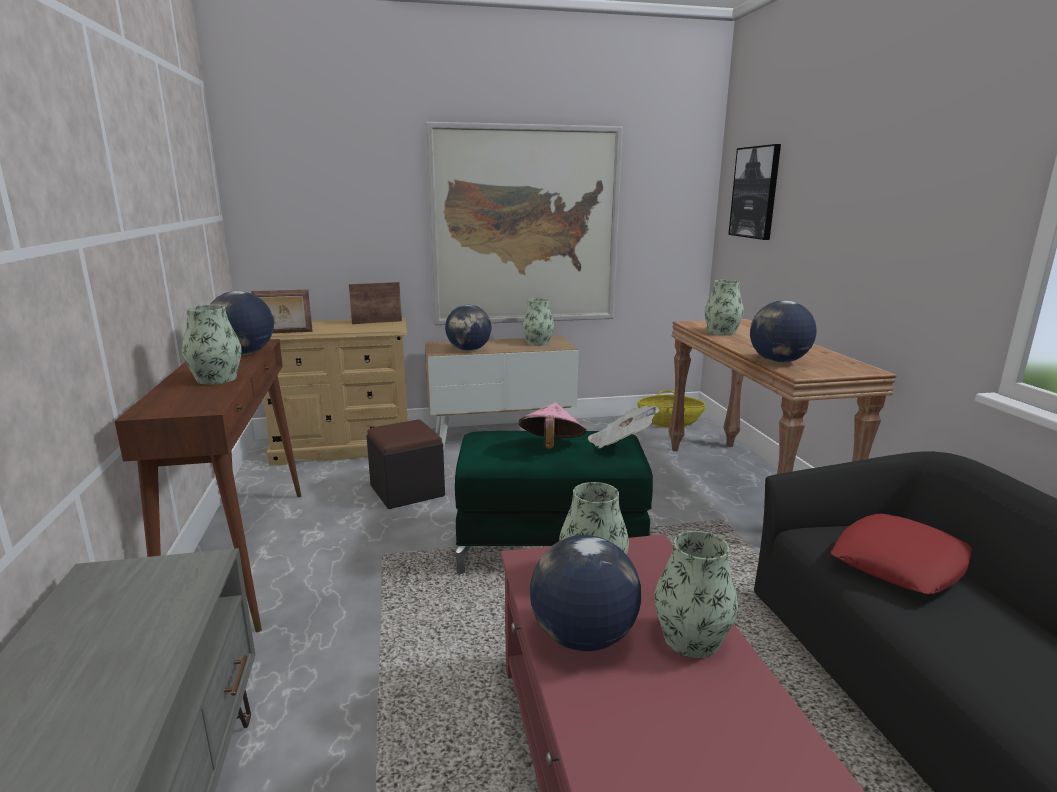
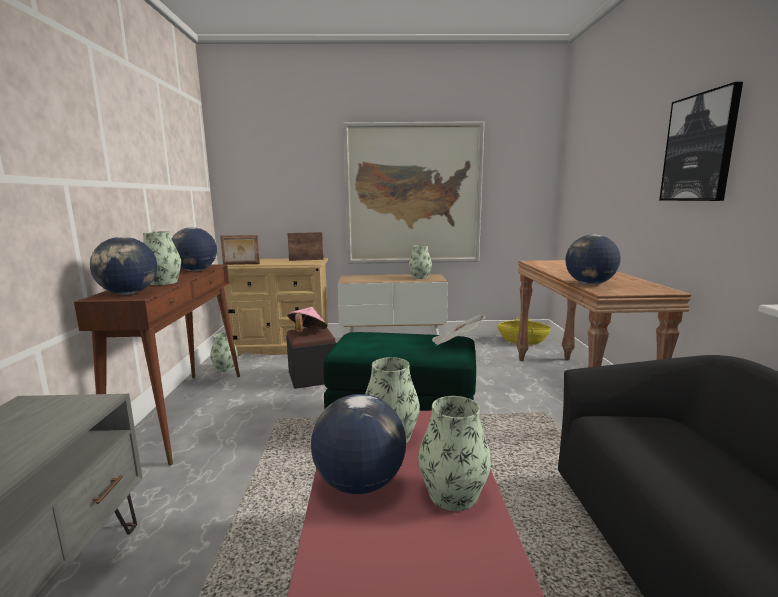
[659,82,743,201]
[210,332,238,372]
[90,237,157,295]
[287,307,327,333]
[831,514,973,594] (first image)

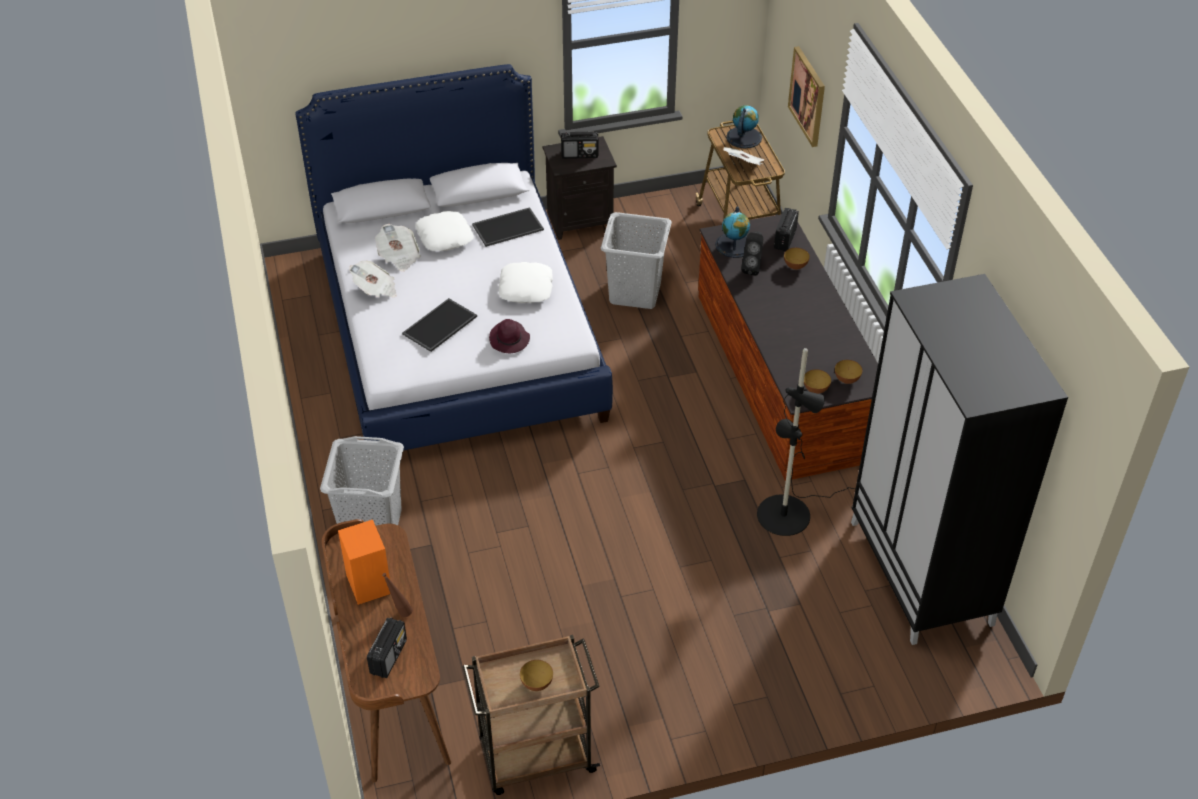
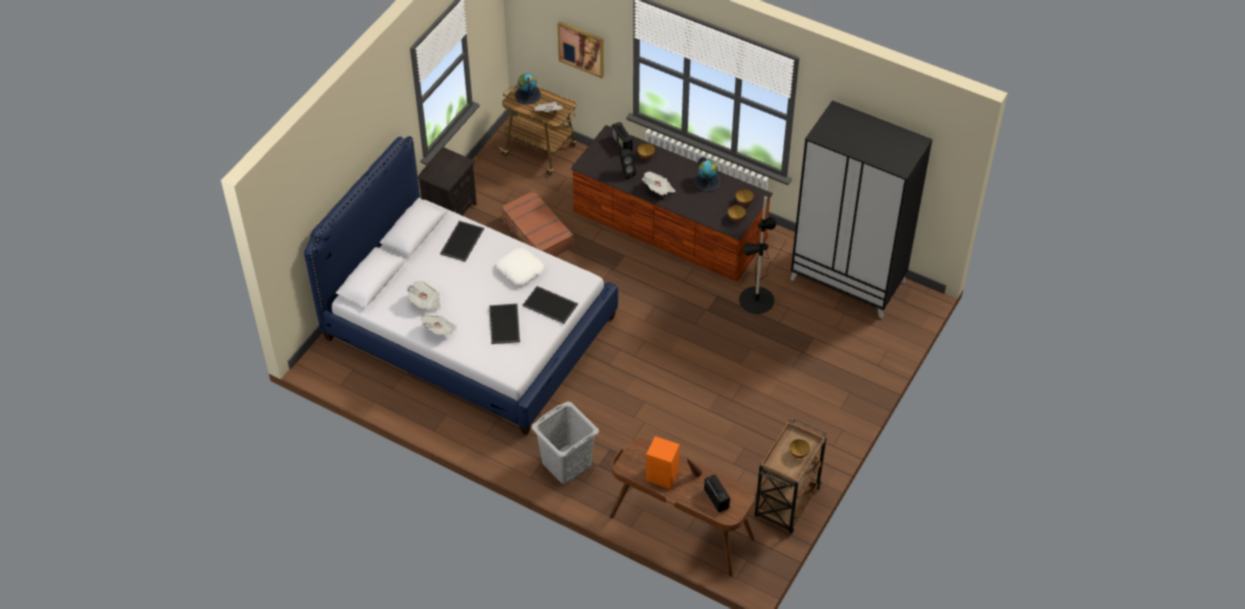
[561,131,599,159] (first image)
[694,157,721,192]
[415,211,474,251] (first image)
[501,190,574,256]
[523,286,578,324]
[642,172,675,195]

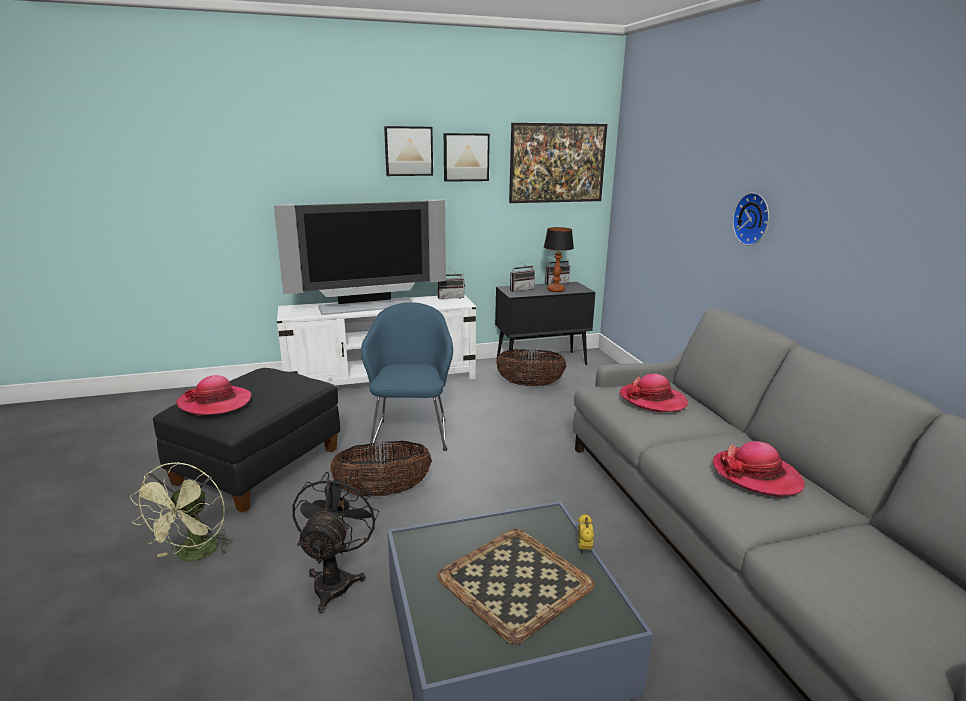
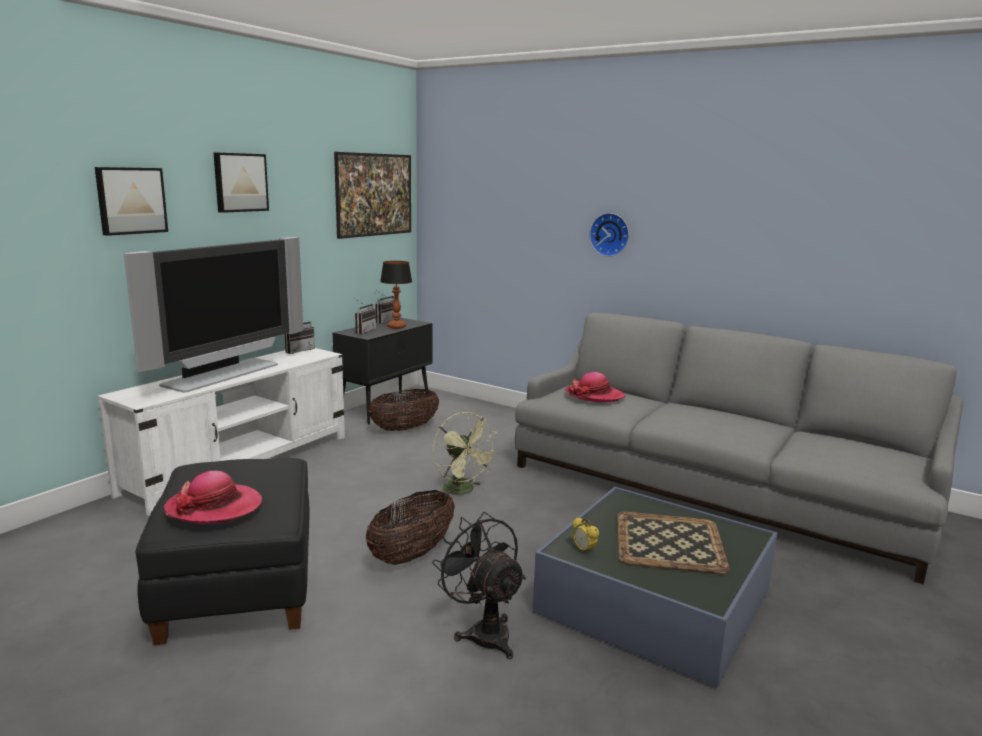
[95,167,168,236]
[361,302,453,451] (first image)
[713,441,805,497] (first image)
[433,412,499,495]
[572,517,599,554]

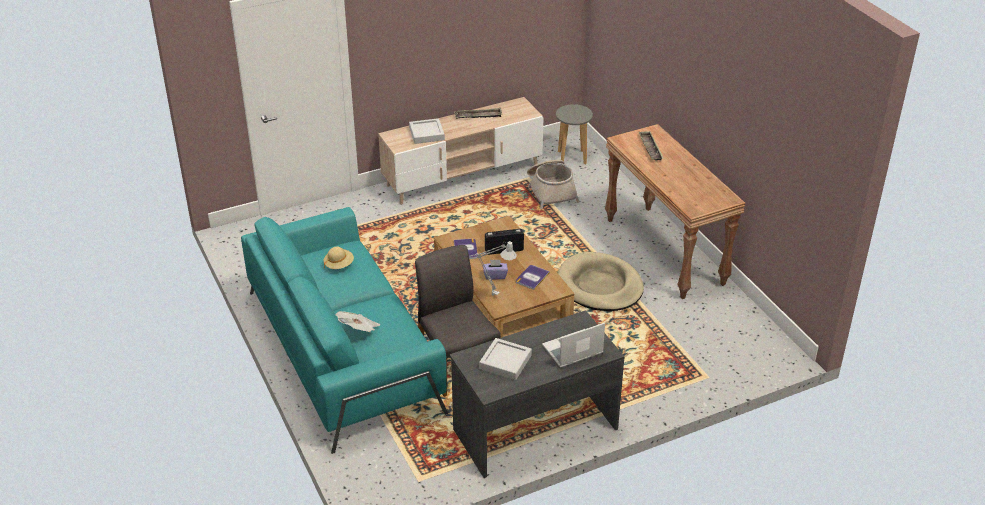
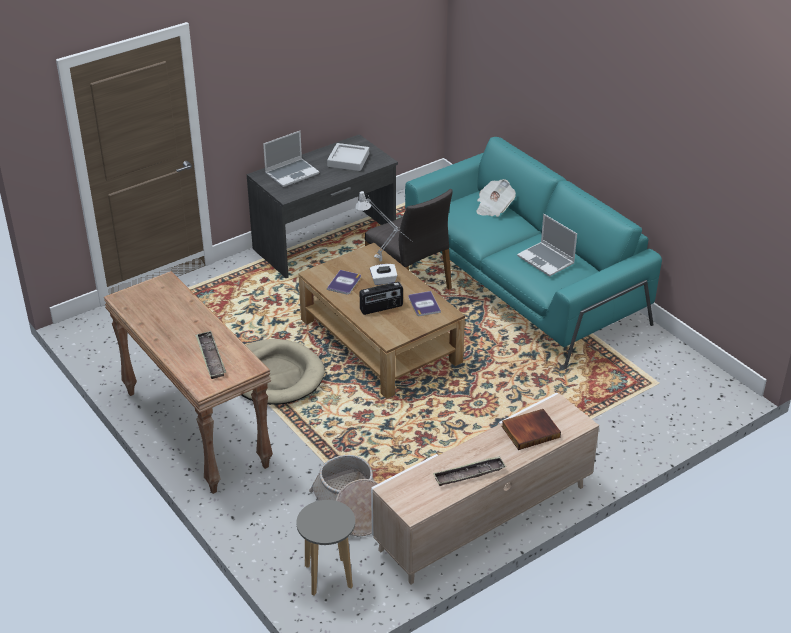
[501,409,561,450]
[517,214,577,276]
[370,264,398,285]

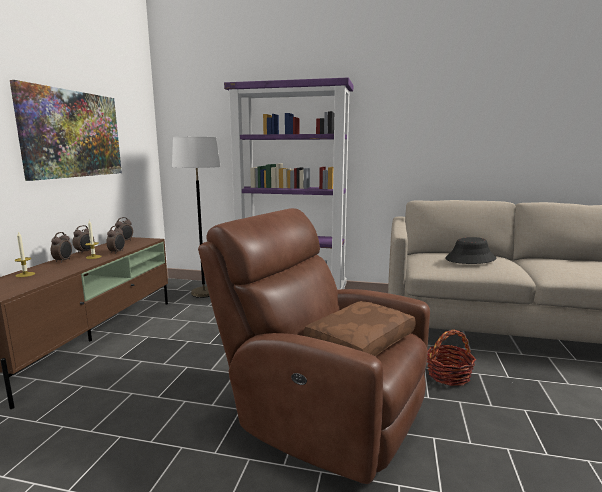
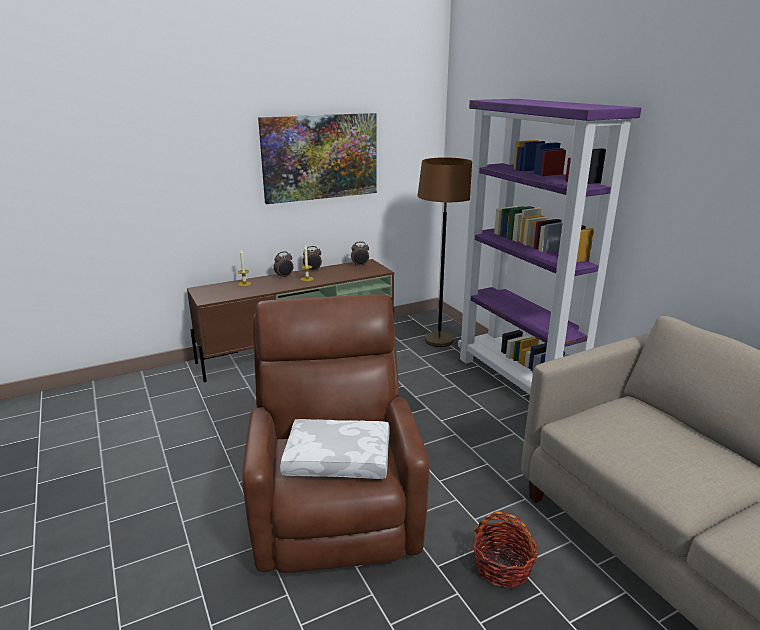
[417,157,472,347]
[106,226,125,254] (first image)
[445,237,496,264] (first image)
[280,419,389,479]

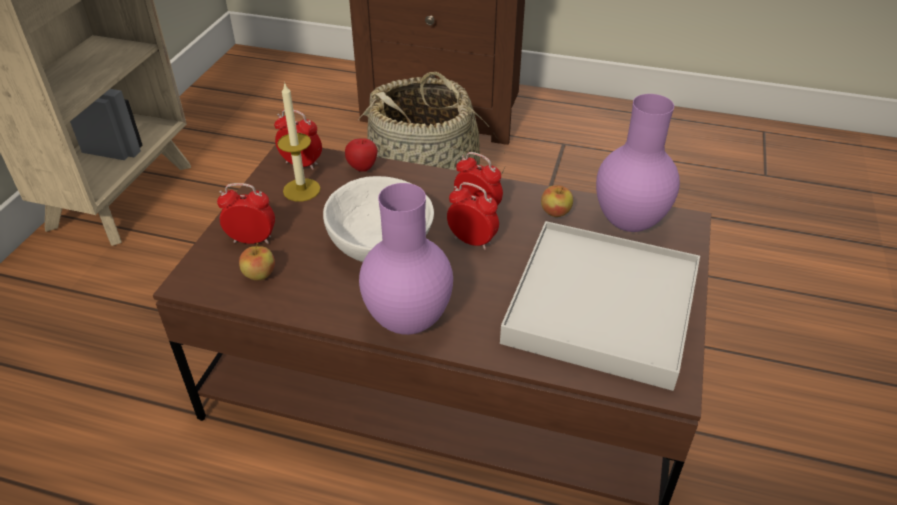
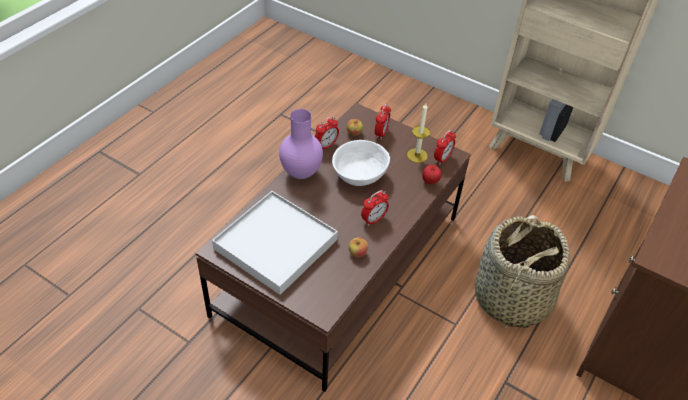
[596,94,680,232] (first image)
[315,117,339,149]

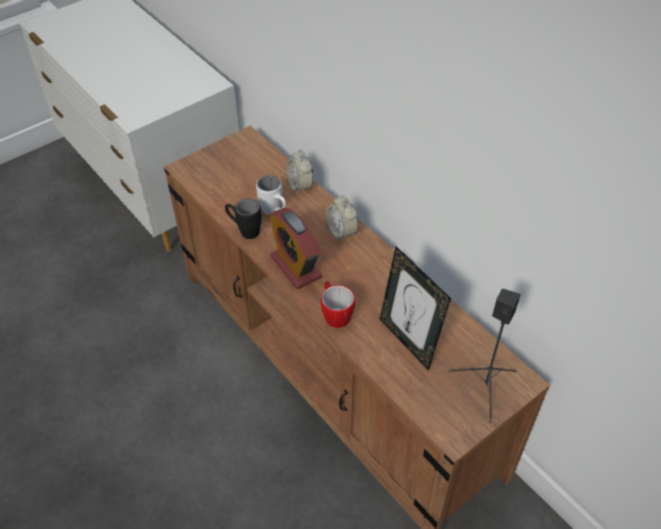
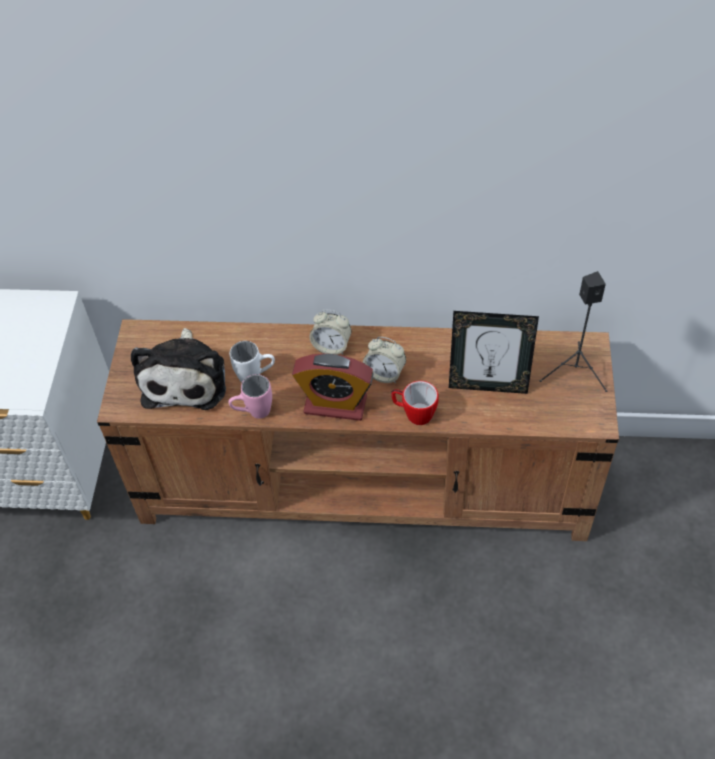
[363,337,406,383]
[228,374,272,419]
[131,328,226,410]

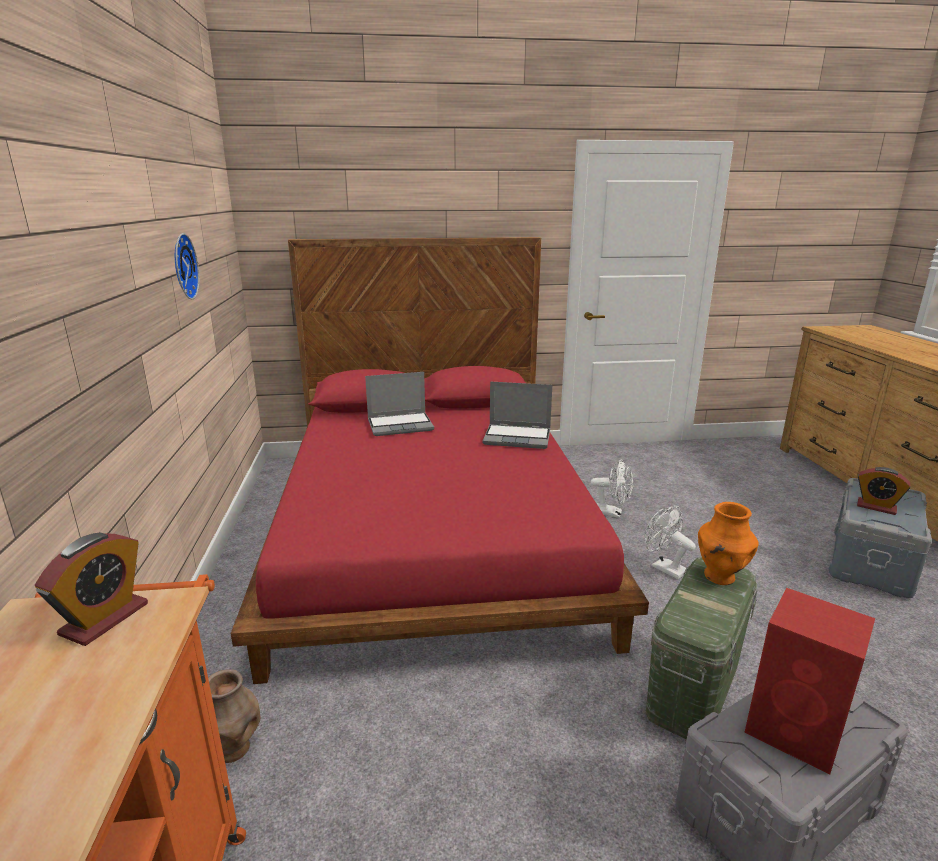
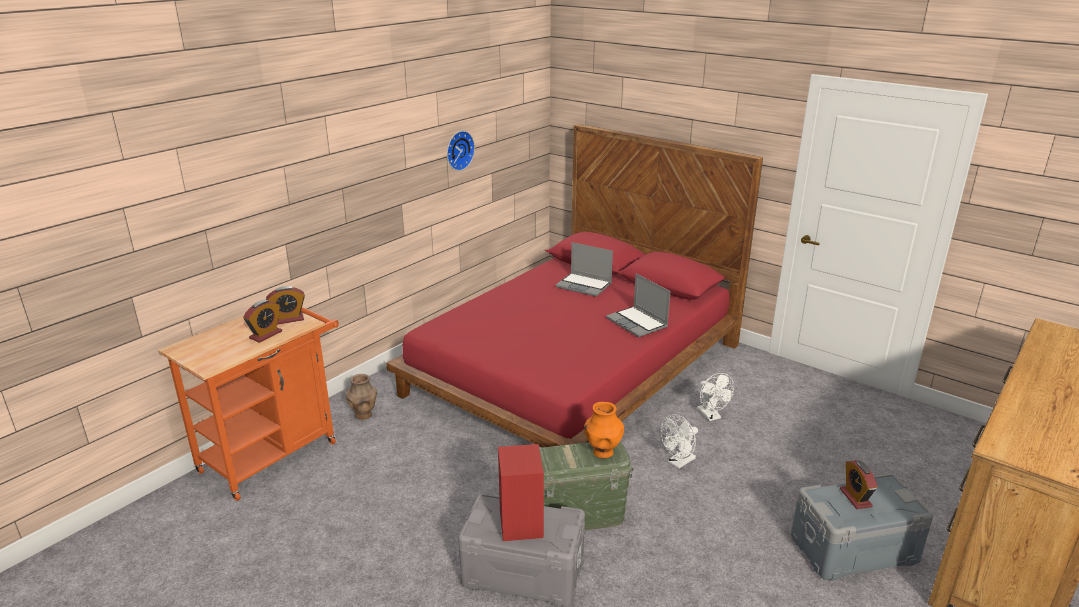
[660,414,698,468]
[243,300,282,343]

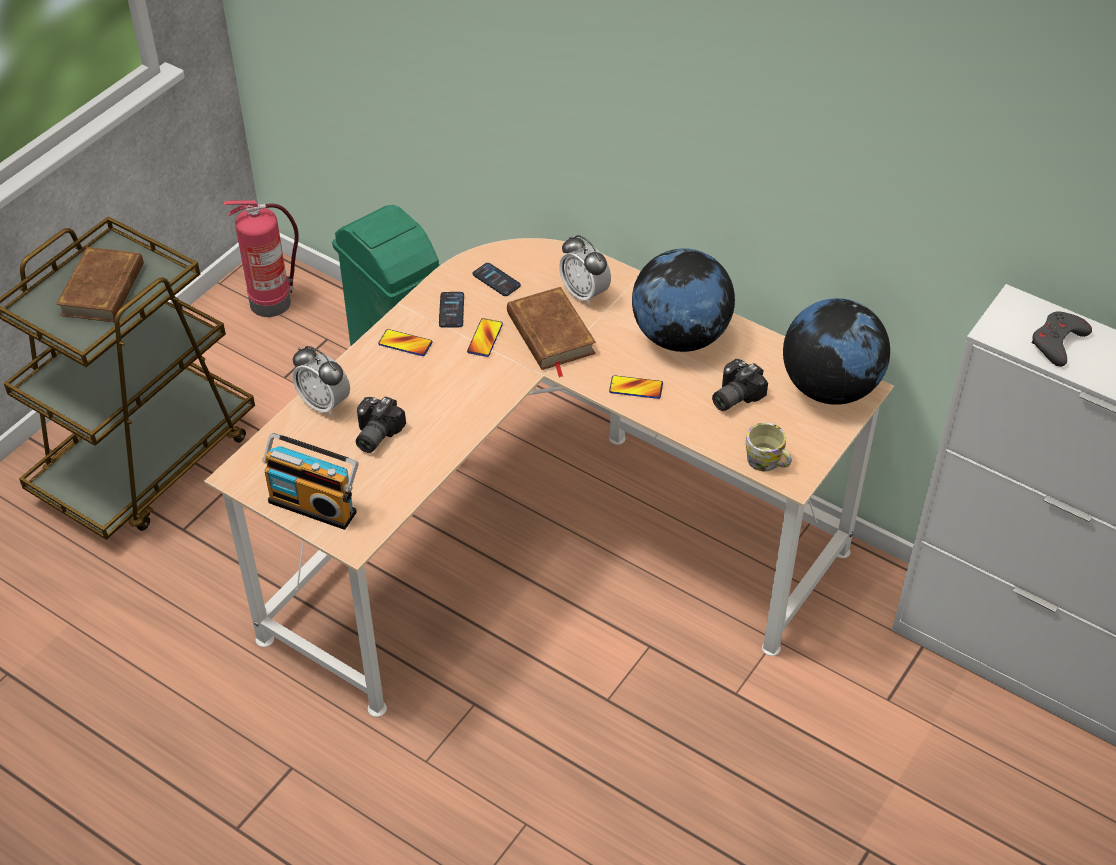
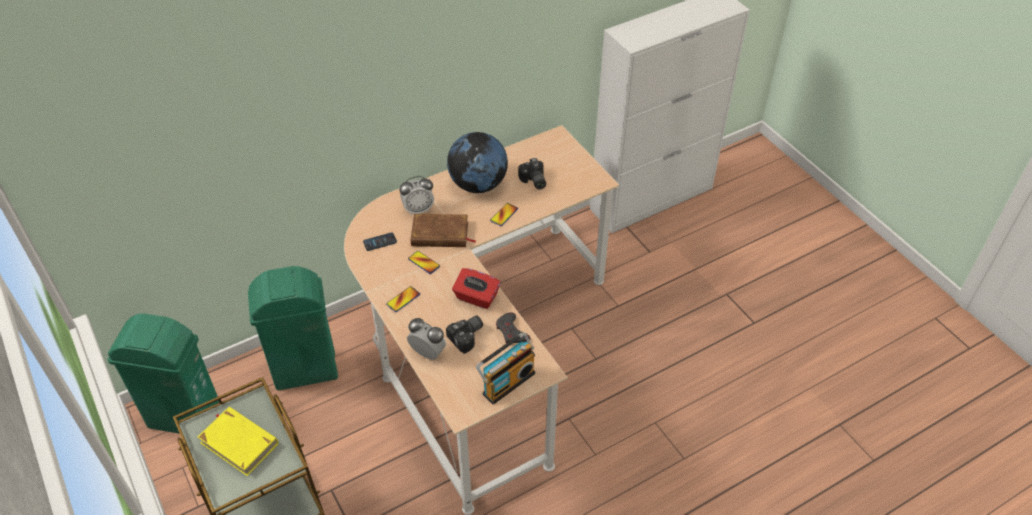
[108,313,220,434]
[198,407,278,476]
[439,292,464,328] (first image)
[783,298,890,405] (first image)
[496,312,530,343]
[407,318,446,360]
[446,315,483,354]
[746,423,792,472] (first image)
[452,268,500,309]

